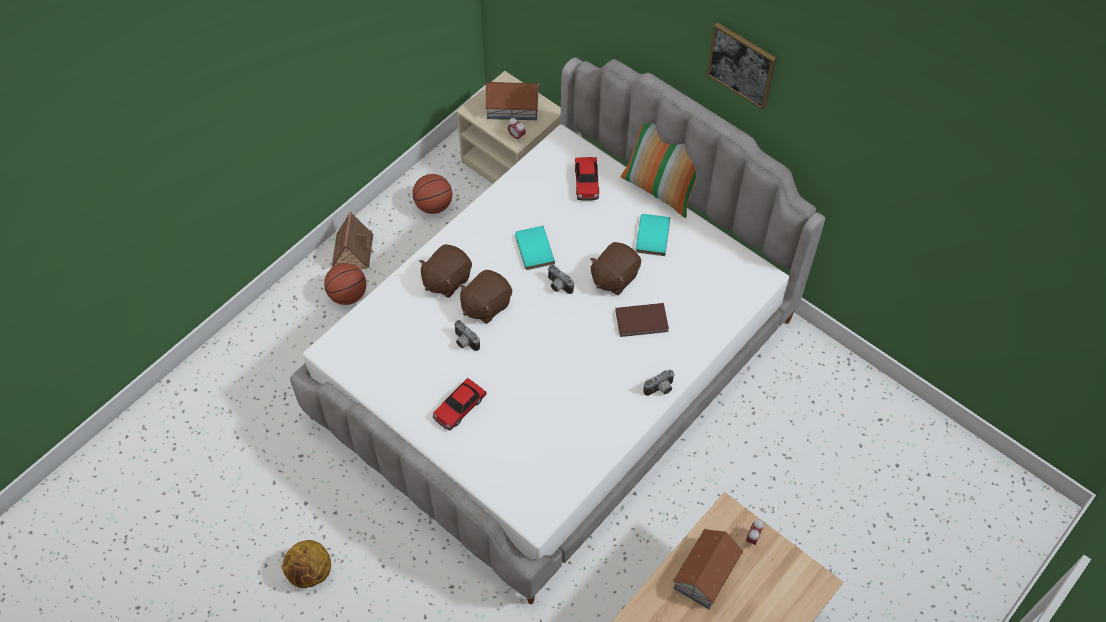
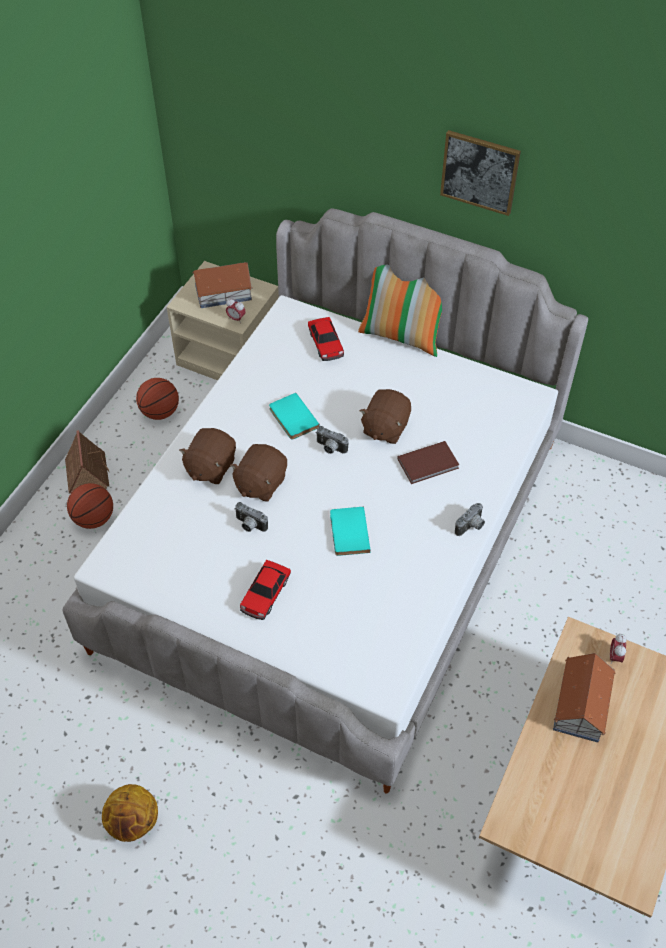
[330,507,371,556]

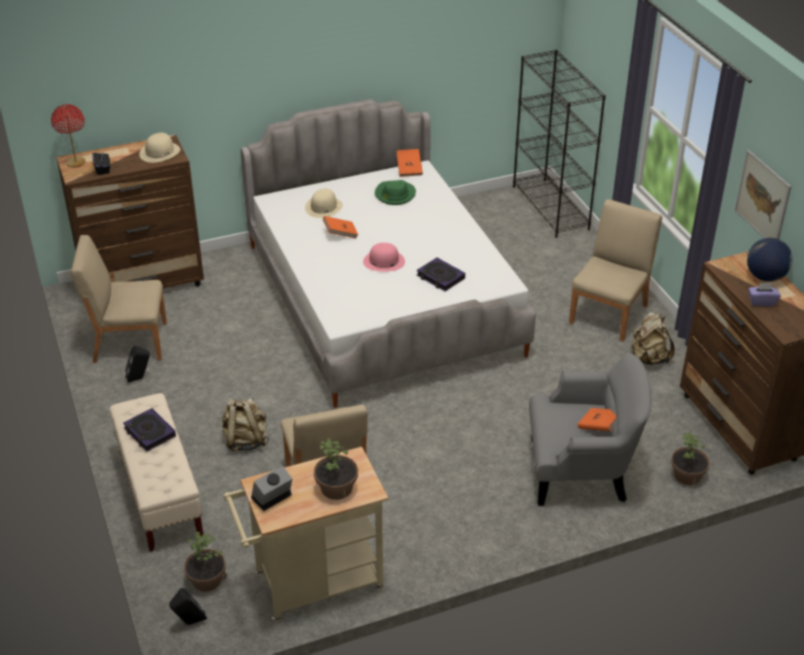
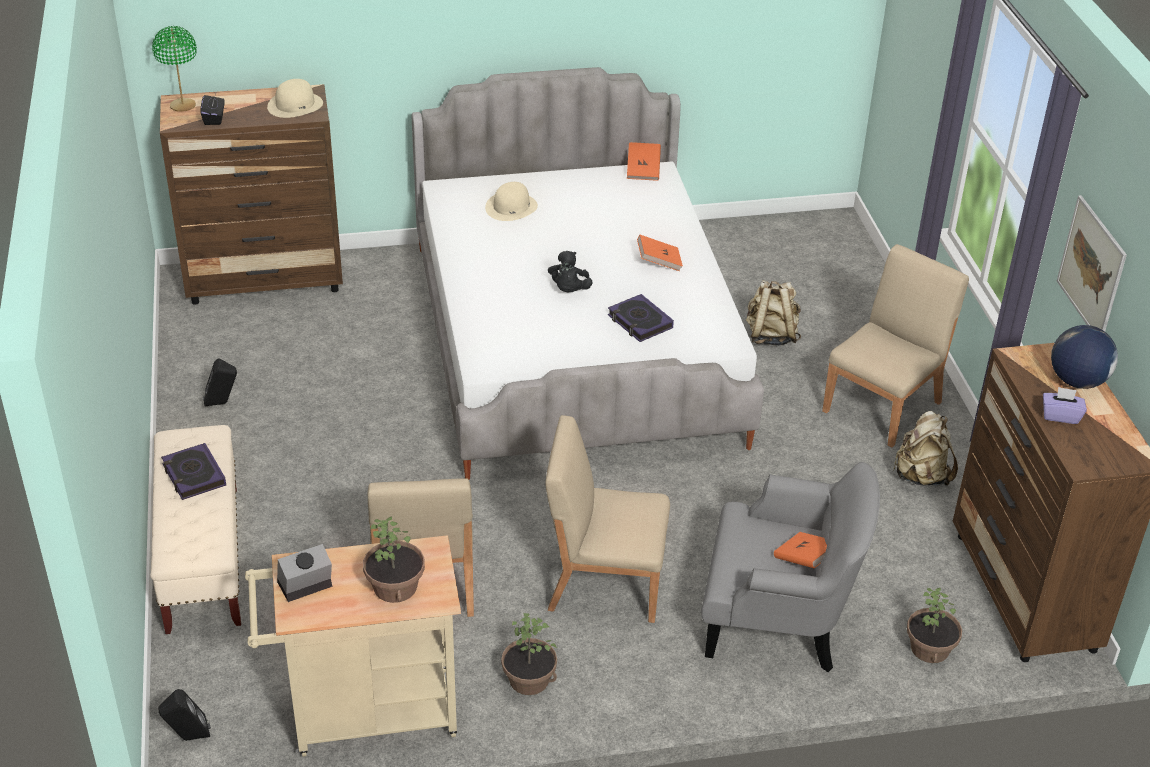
[513,50,606,238] (first image)
[152,26,197,112]
[375,180,416,205] (first image)
[637,235,683,271]
[545,415,670,623]
[548,251,593,292]
[746,280,801,346]
[501,613,557,695]

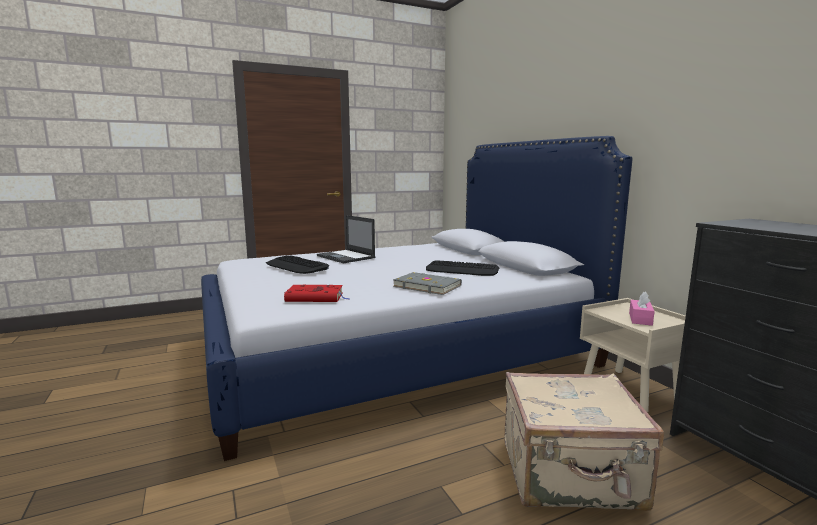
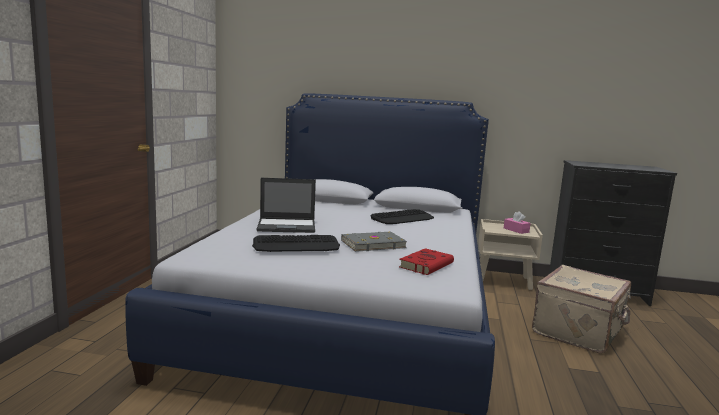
[341,232,407,252]

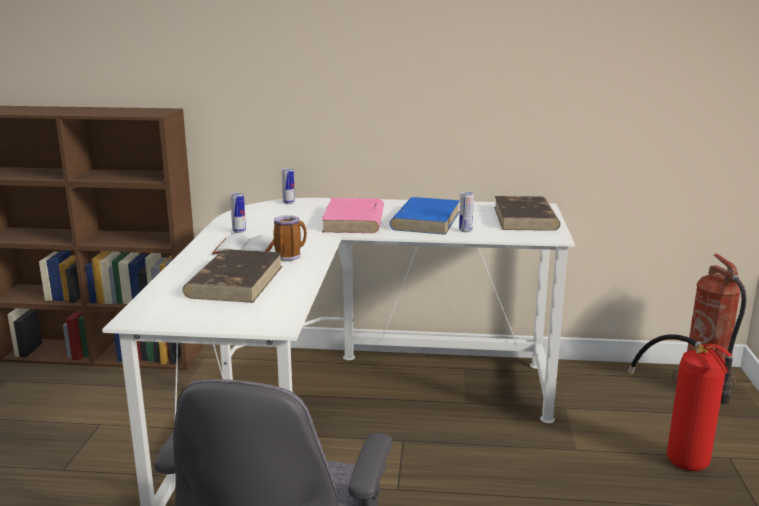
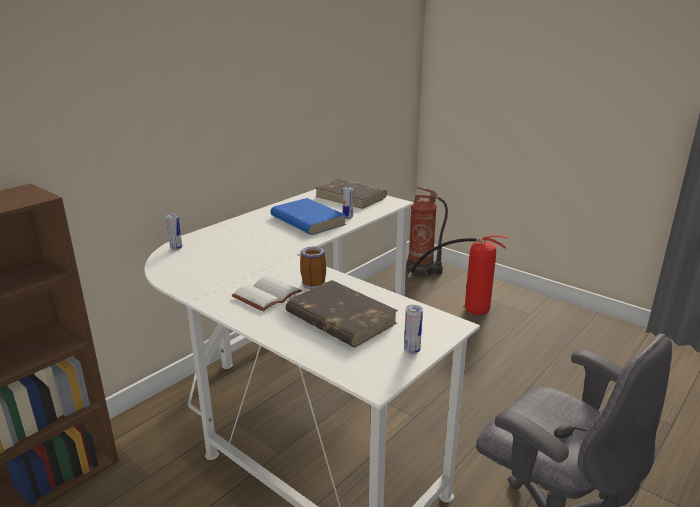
[404,305,423,354]
[322,198,384,233] (first image)

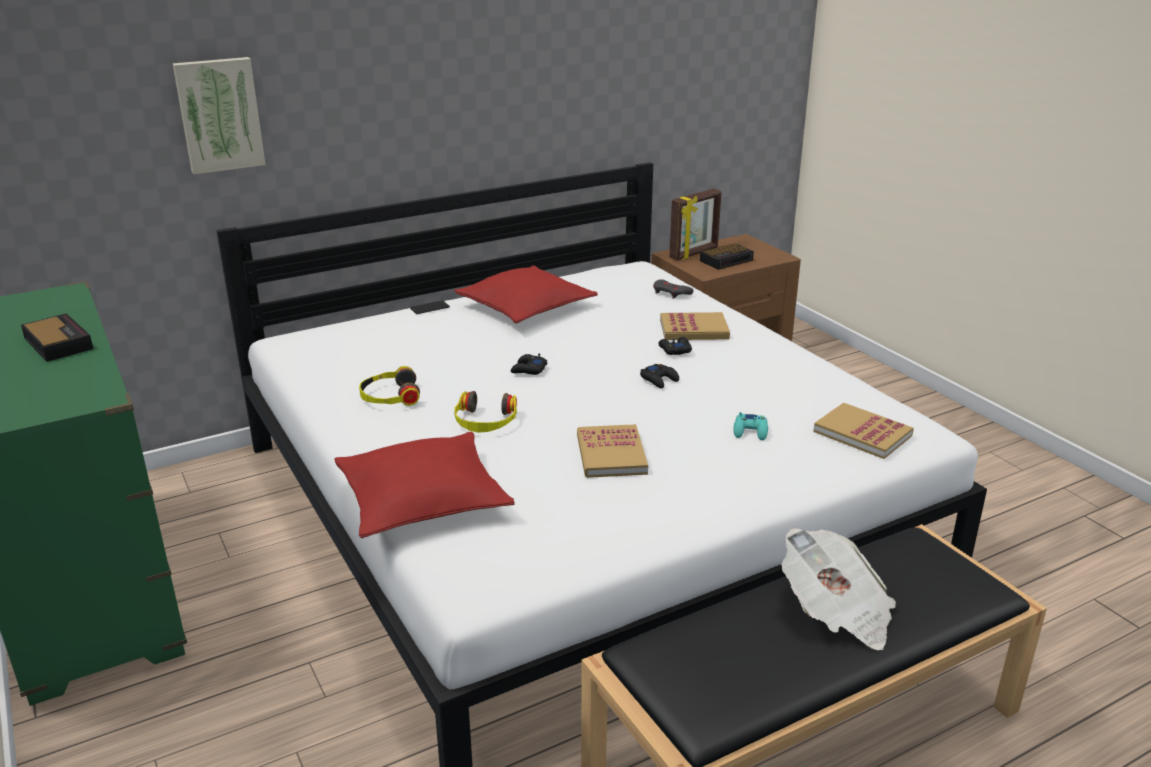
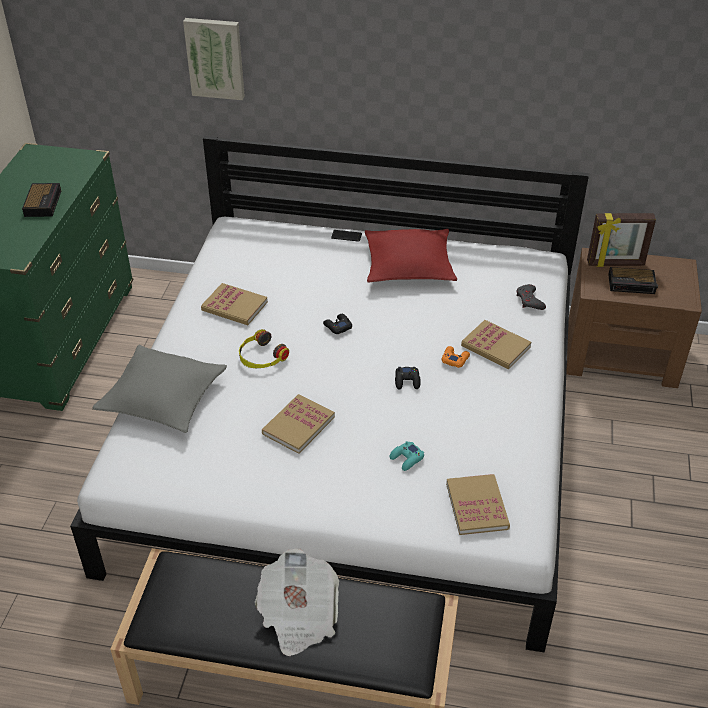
[442,346,470,368]
[201,283,268,325]
[92,345,227,433]

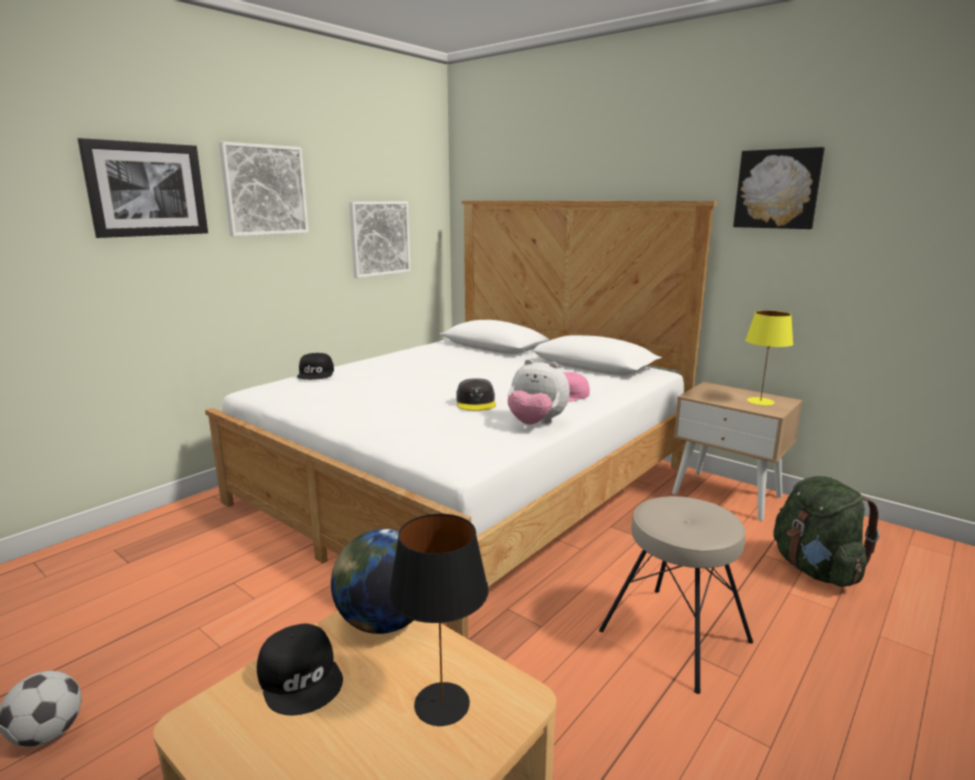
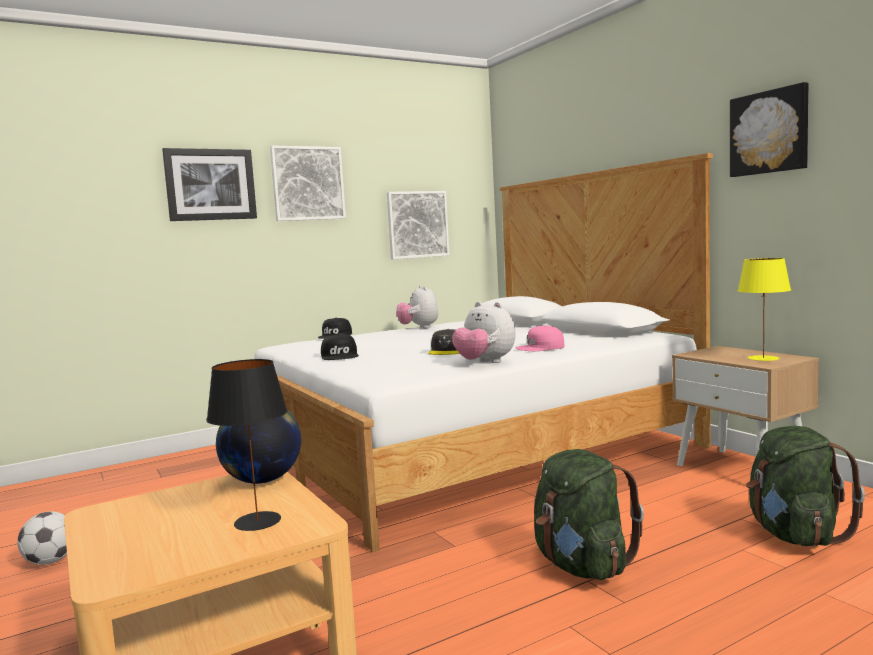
[534,449,644,580]
[321,334,359,360]
[396,285,438,328]

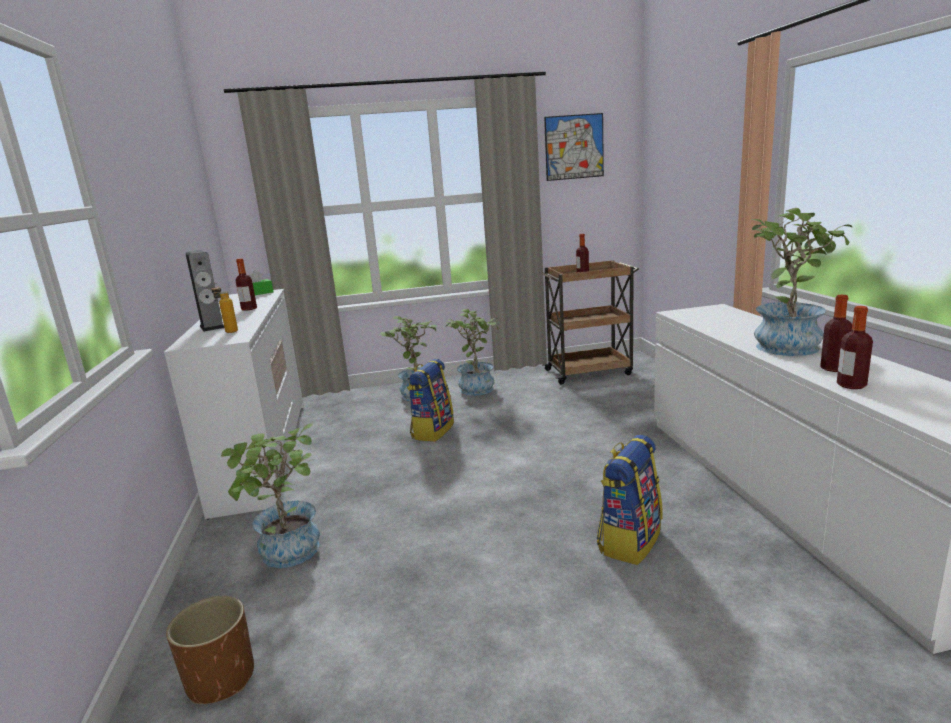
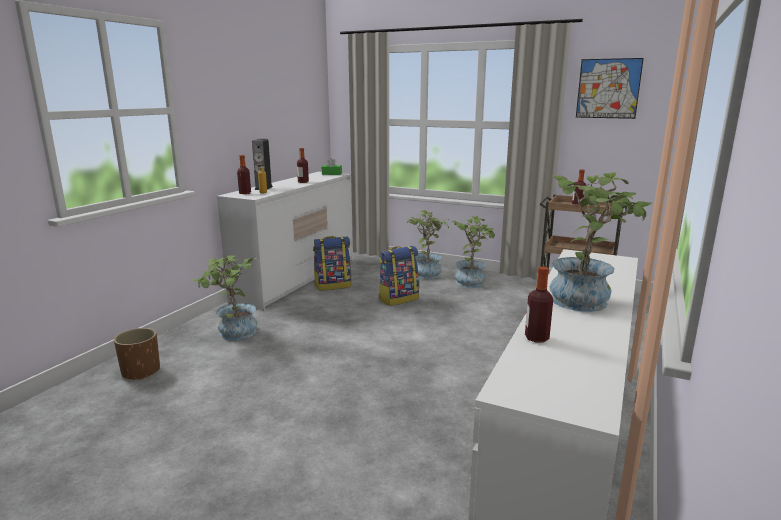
[237,155,251,194]
[313,236,351,291]

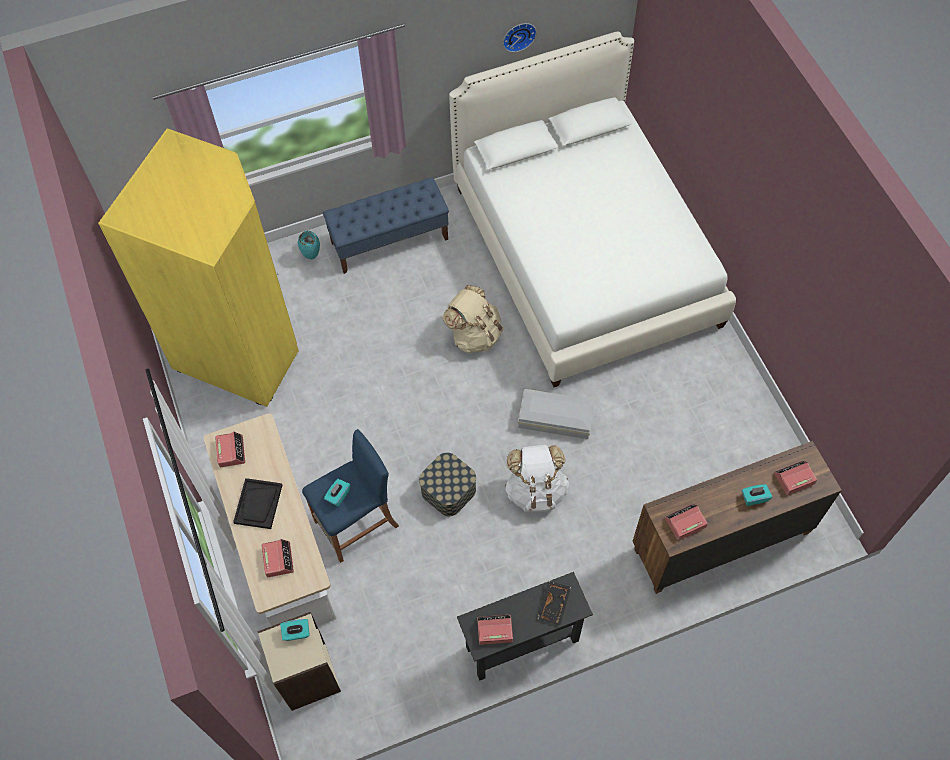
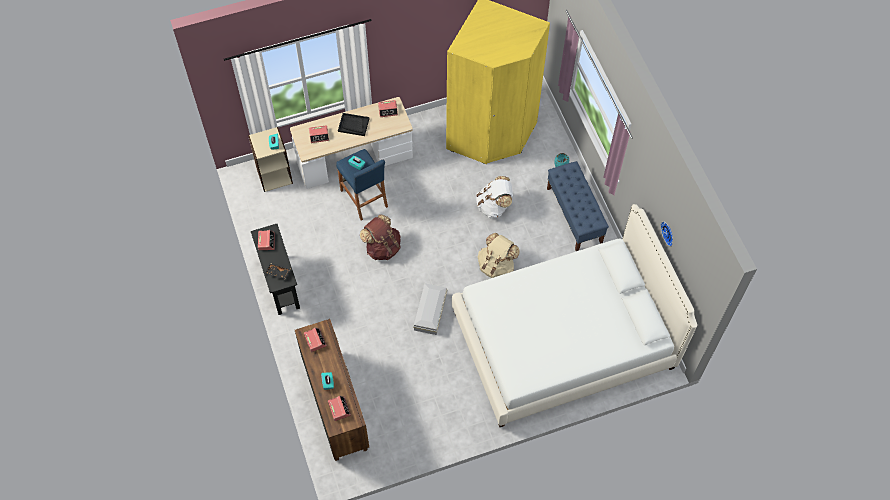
[476,176,513,218]
[360,214,401,260]

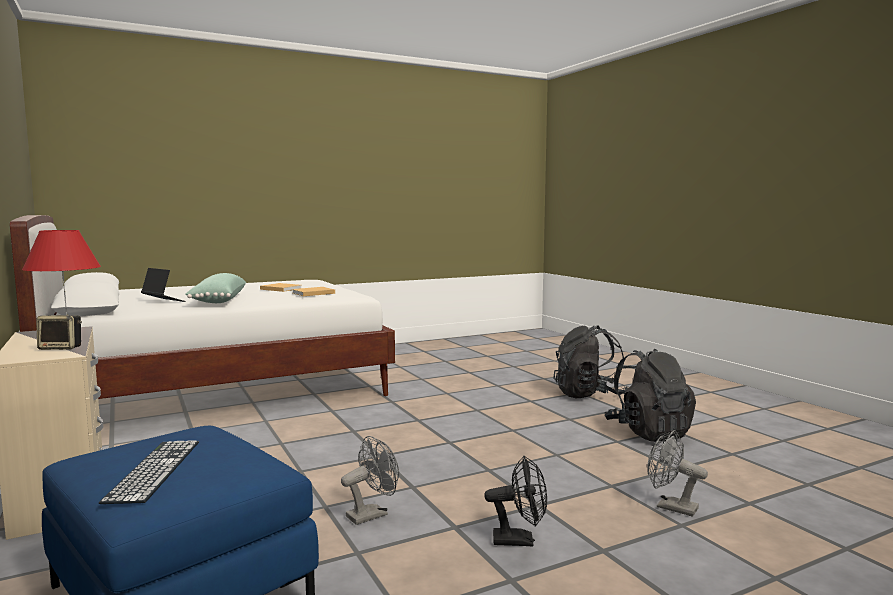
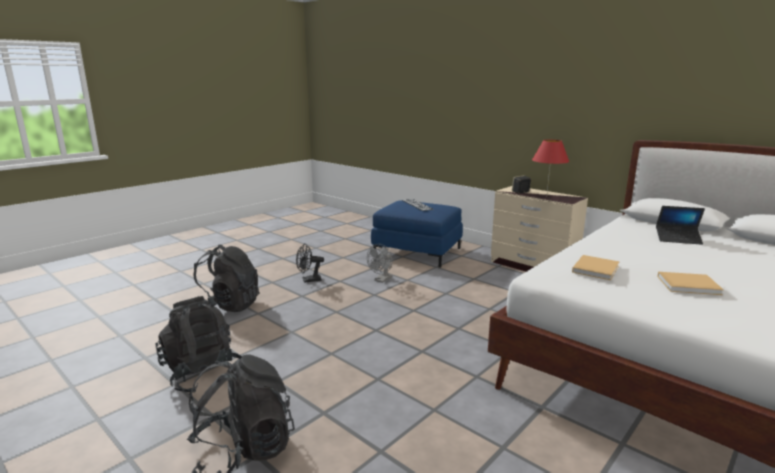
[185,273,246,303] (first image)
[194,245,259,312]

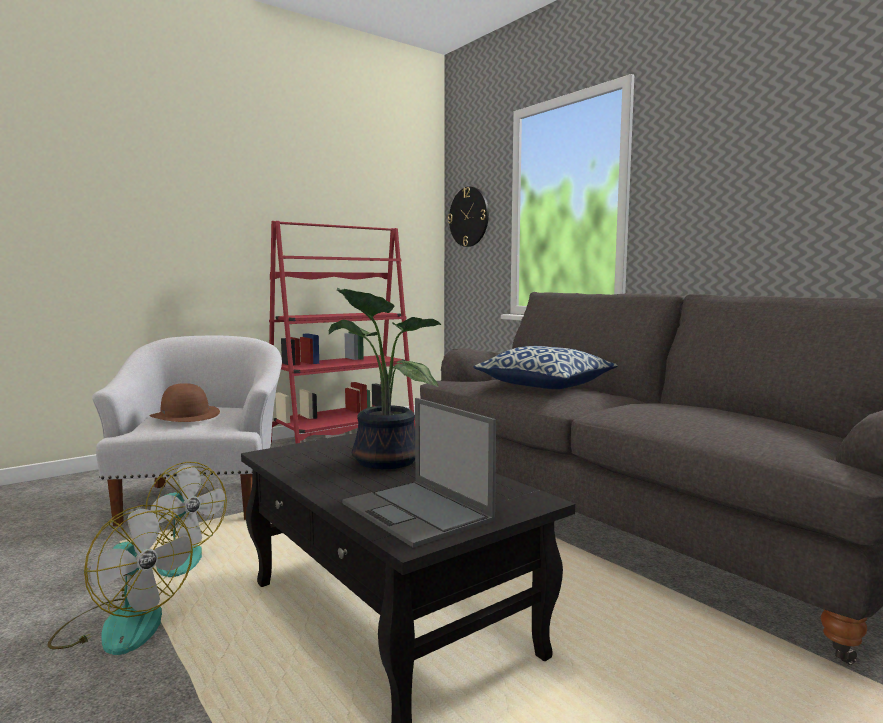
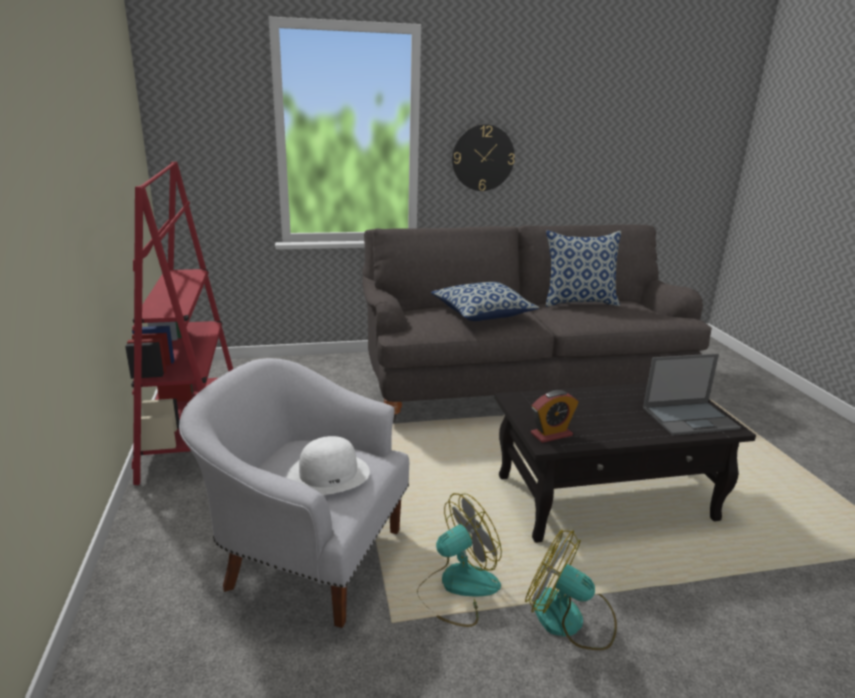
[452,124,515,191]
[329,288,441,469] (first image)
[287,436,370,495]
[525,530,617,650]
[546,230,621,307]
[531,390,579,443]

